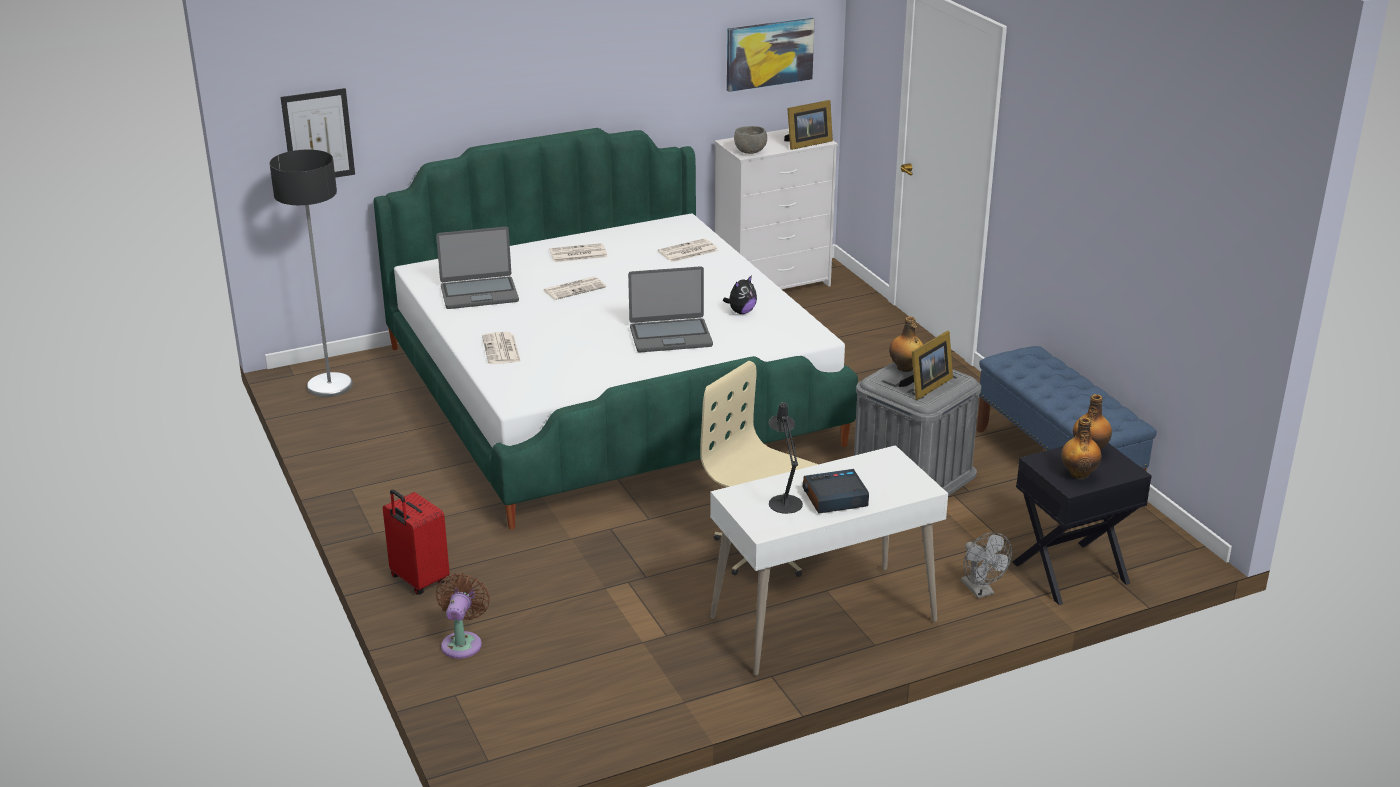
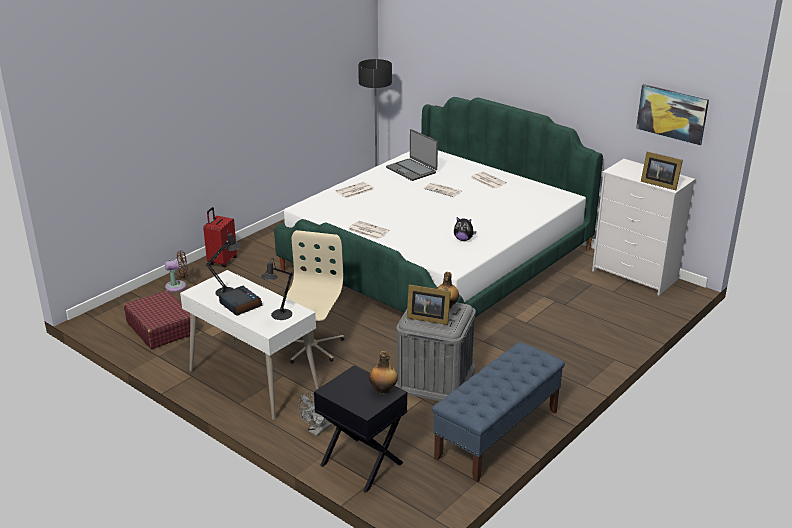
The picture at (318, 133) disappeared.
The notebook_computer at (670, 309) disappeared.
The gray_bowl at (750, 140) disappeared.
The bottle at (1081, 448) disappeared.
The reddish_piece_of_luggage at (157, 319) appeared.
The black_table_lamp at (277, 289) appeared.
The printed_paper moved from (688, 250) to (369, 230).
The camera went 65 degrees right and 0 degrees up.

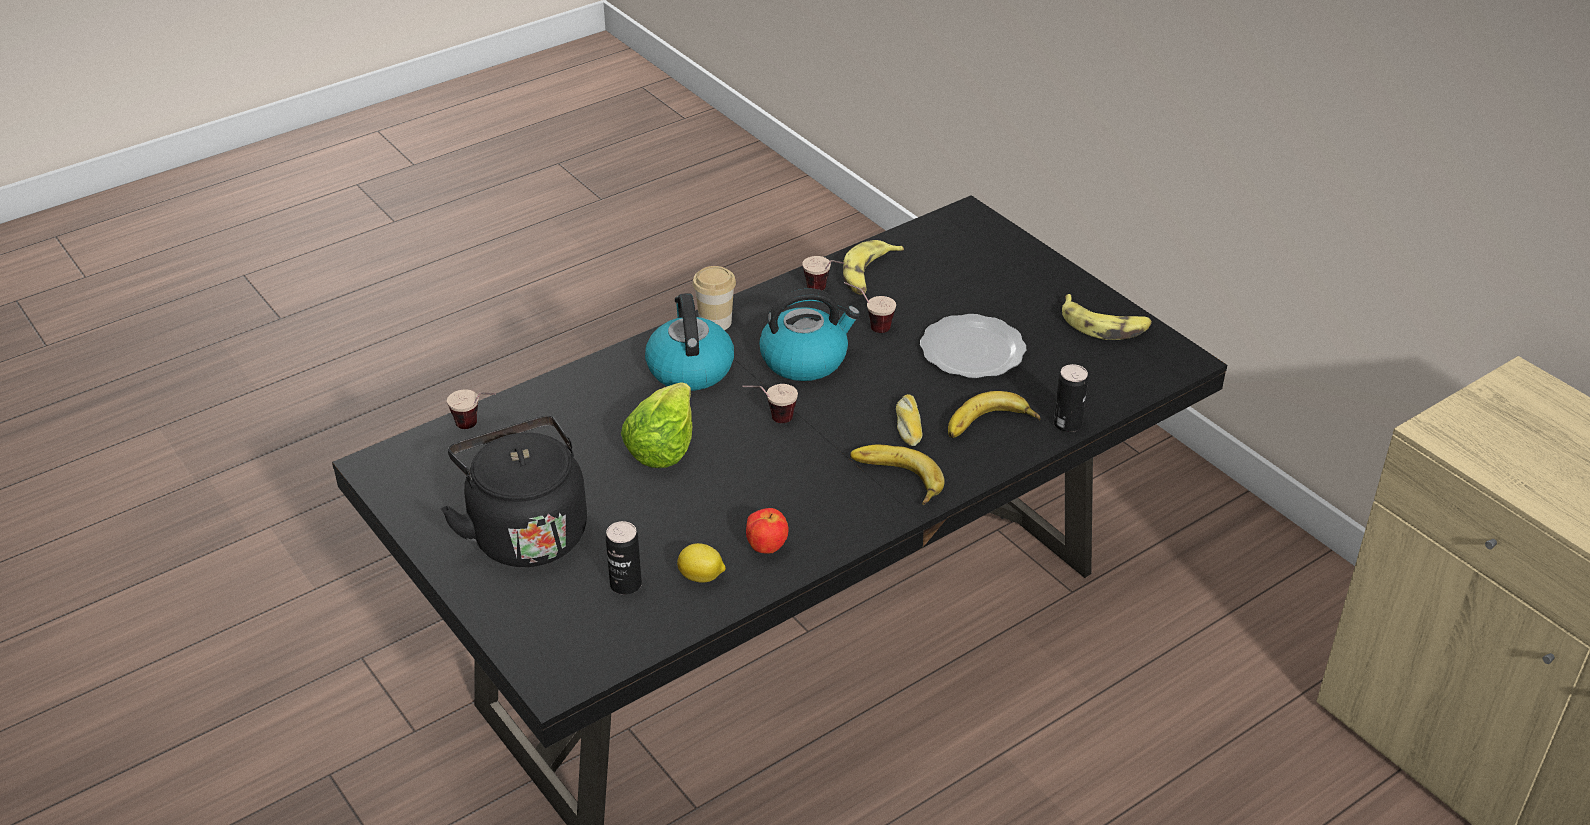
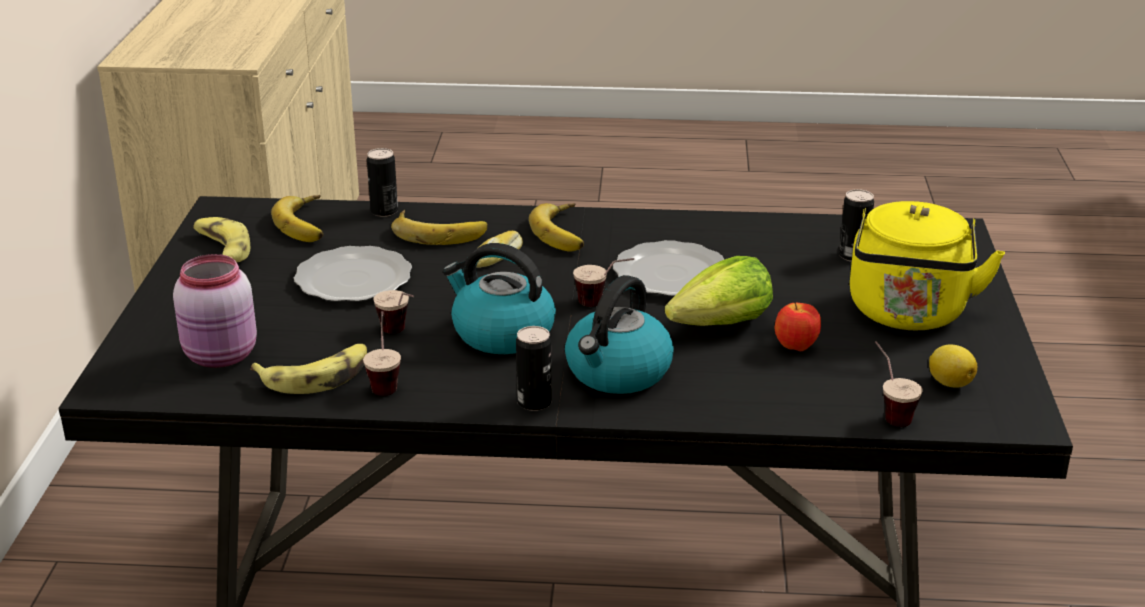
The pink-coloured_preserve_jar at (215, 311) appeared.
The whole_banana at (297, 218) appeared.
The plate at (668, 268) appeared.
The lemon moved from (701, 563) to (953, 366).
The apple moved from (767, 531) to (797, 326).
The cup at (714, 298) was replaced by the metal_can at (534, 368).
The black_tea_kettle at (514, 491) became the yellow_tea_kettle at (927, 266).
The camera went 140 degrees left and 10 degrees down.

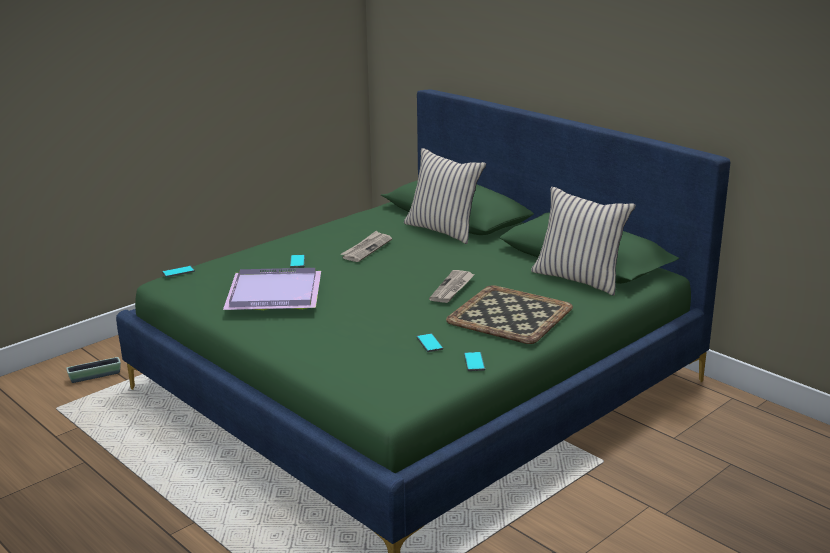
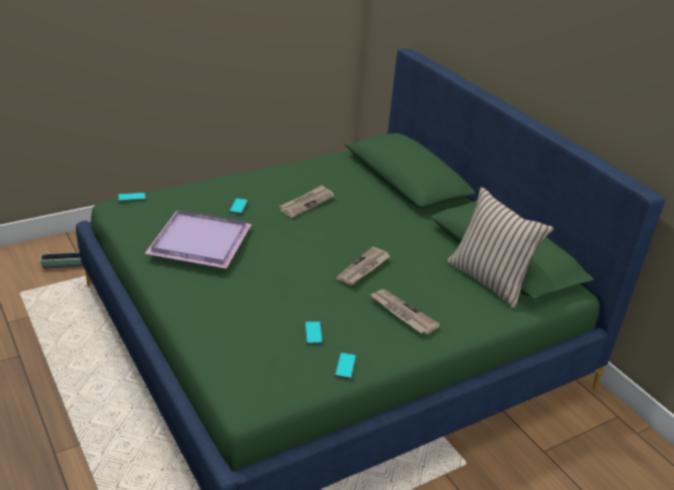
The beige-coloured_pillow at (445, 196) disappeared.
The serving_tray at (509, 314) was replaced by the printed_paper at (405, 311).
The camera went 10 degrees right and 10 degrees up.

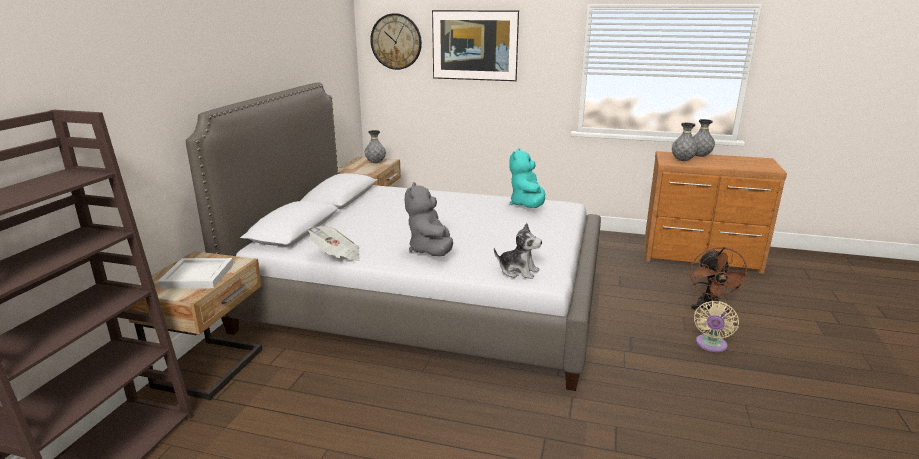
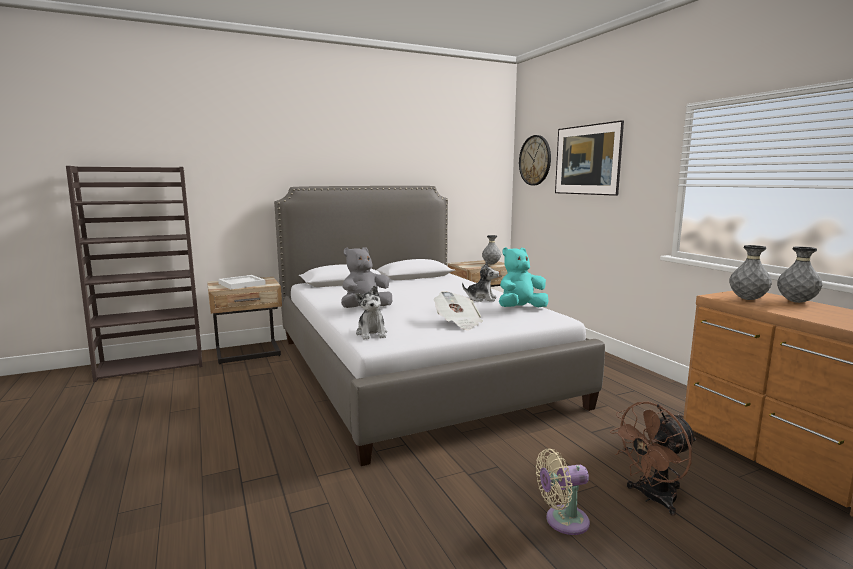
The plush_toy at (480, 281) appeared.
The printed_paper moved from (333, 243) to (458, 310).
The camera went 50 degrees right and 10 degrees down.

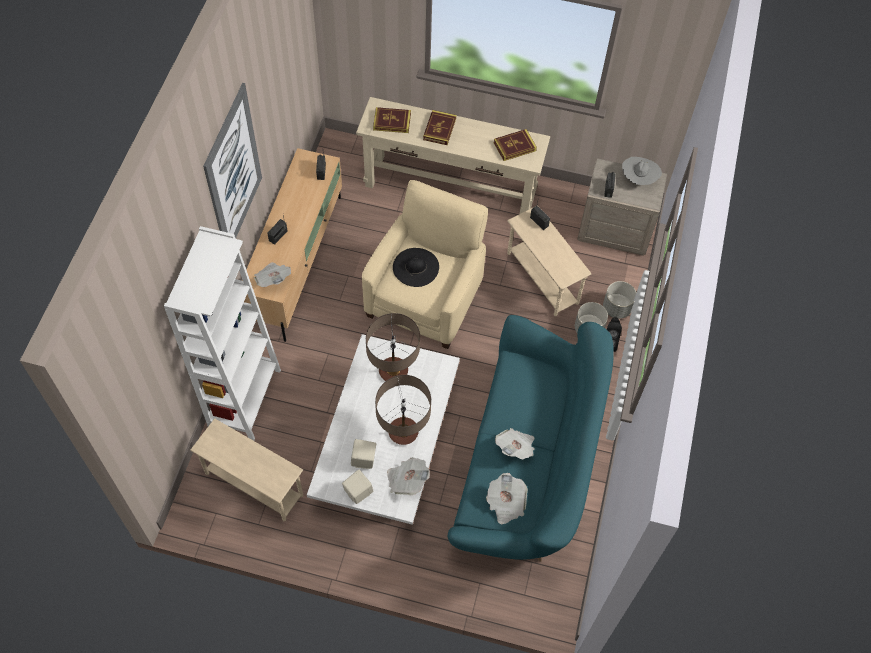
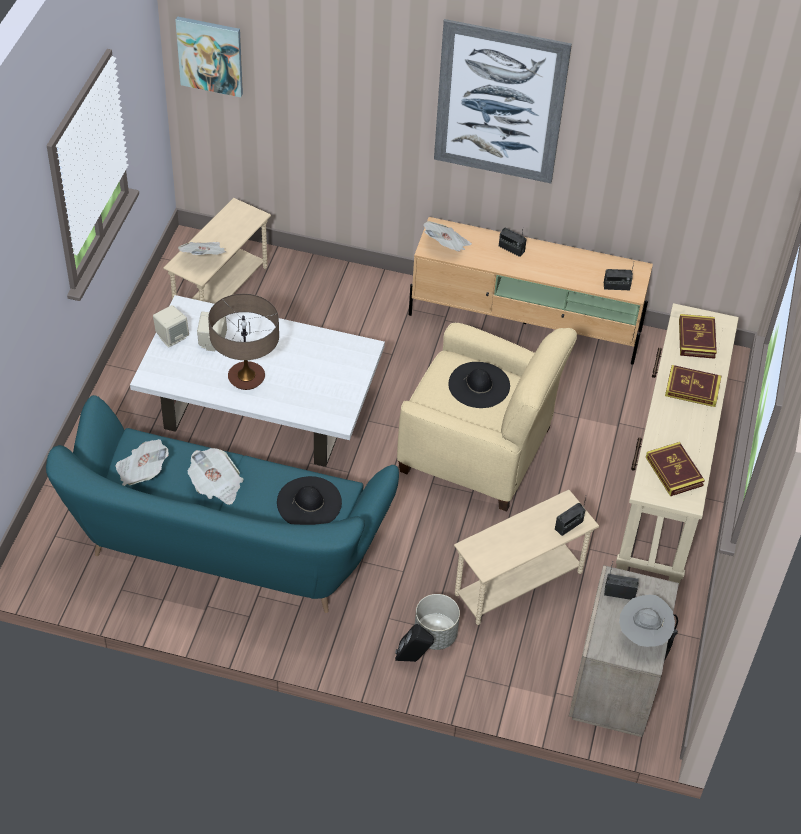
The white_bookcase at (222, 333) disappeared.
The table_lamp at (393, 347) disappeared.
The gray_planter at (619, 300) disappeared.
The picture at (209, 56) appeared.
The black_wearable_hat at (309, 500) appeared.
The printed_paper moved from (408, 476) to (202, 248).
The camera went 90 degrees right and 10 degrees down.

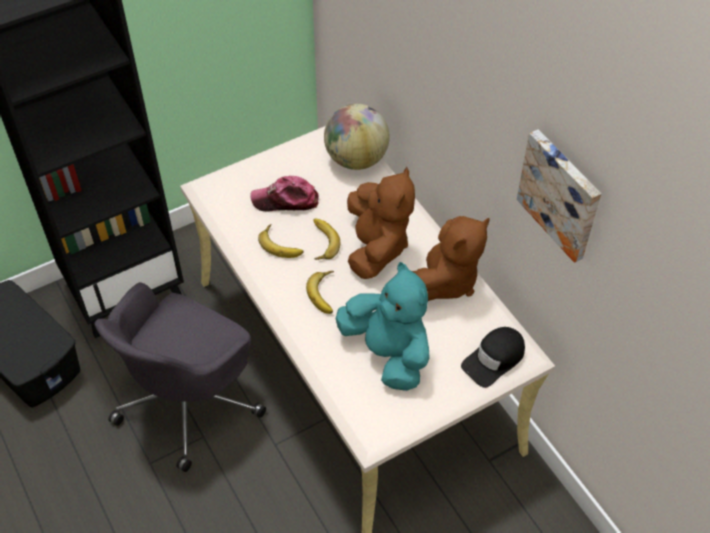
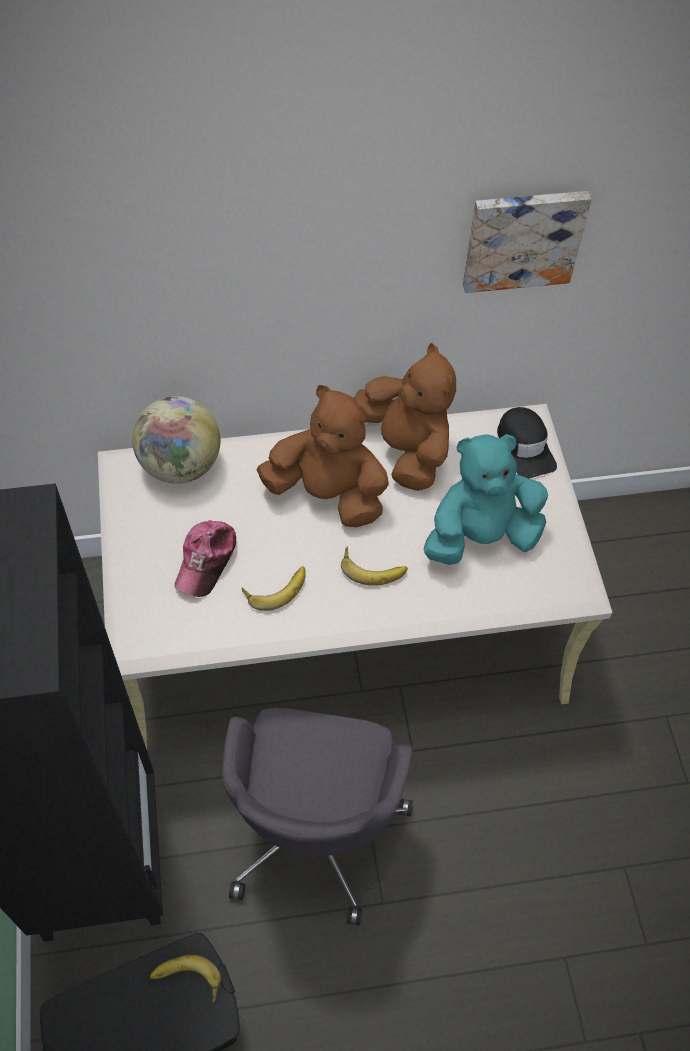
The whole_banana moved from (326, 239) to (185, 979).
The gray_desk_chair at (180, 377) turned 45 degrees clockwise.
The camera went 70 degrees left and 5 degrees up.

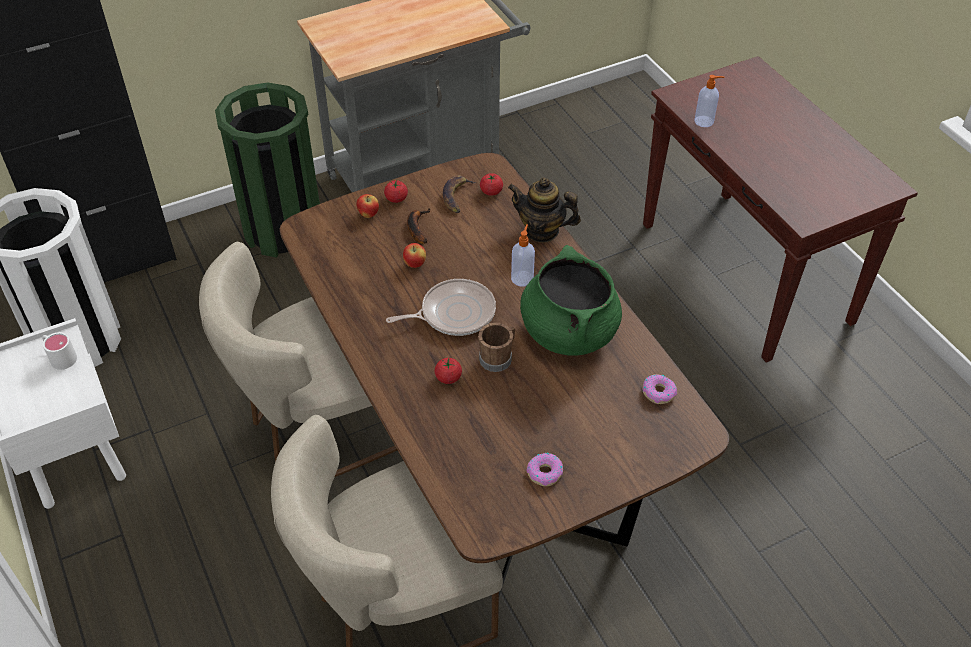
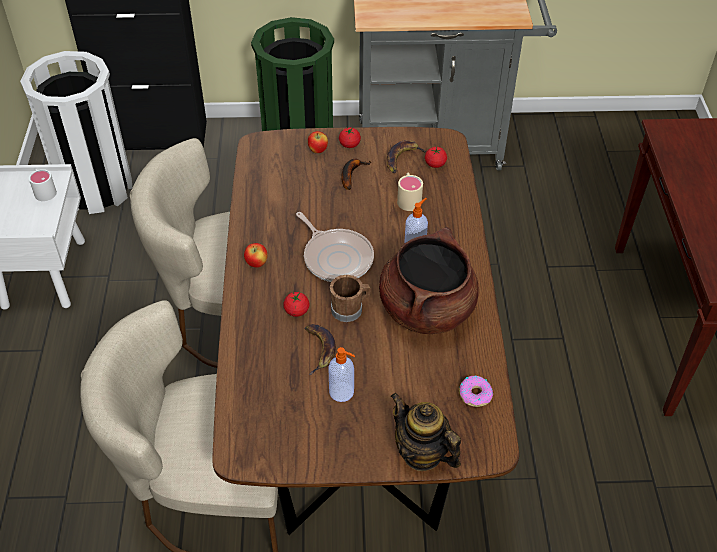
The ring_doughnut at (545, 469) disappeared.
The whole_banana at (320, 349) appeared.
The beige-coloured_tea_mug at (410, 192) appeared.
The apple moved from (414, 255) to (255, 255).
The pot_for_tea moved from (544, 210) to (426, 432).
The soap_bottle moved from (709, 101) to (341, 374).
The greenish_cooking_pot at (571, 300) became the brownish_cooking_pot at (428, 280).
The pan at (441, 307) turned 45 degrees clockwise.
The camera went 25 degrees right and 0 degrees up.

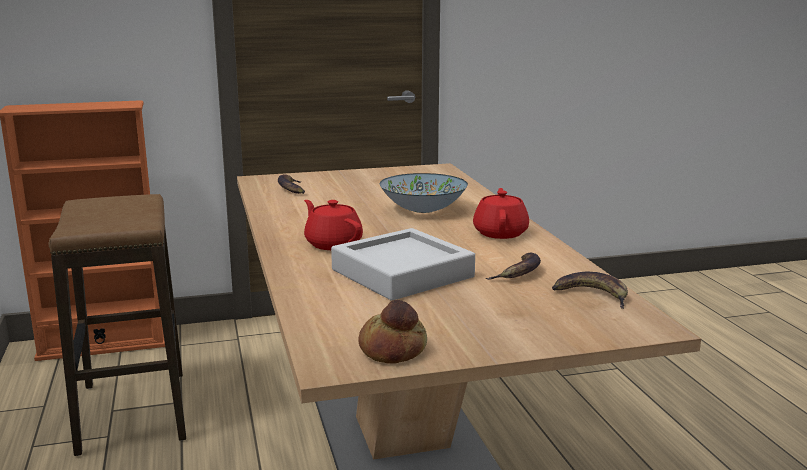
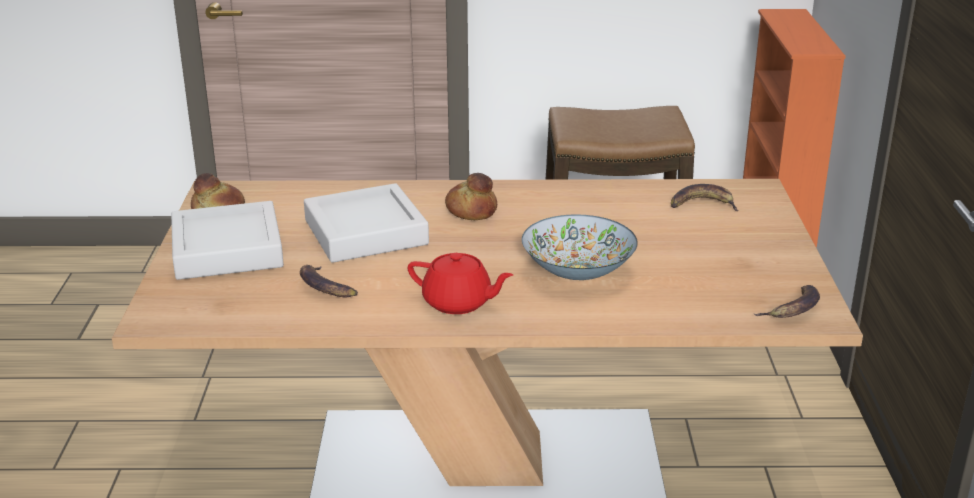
The gray_serving_tray at (227, 240) appeared.
The whole_banana moved from (590, 290) to (787, 301).
The reddish_pot_for_tea at (333, 225) was replaced by the baked_bread at (471, 196).
The camera went 105 degrees right and 10 degrees up.

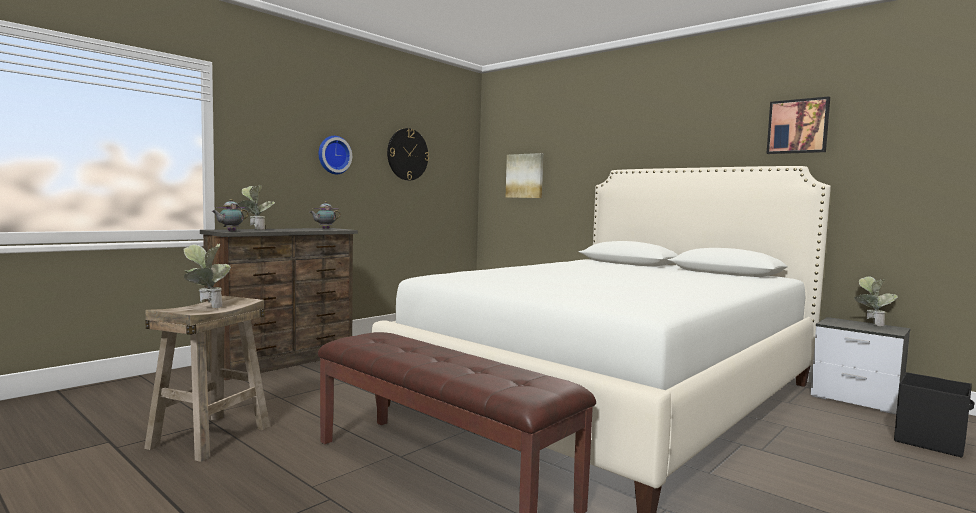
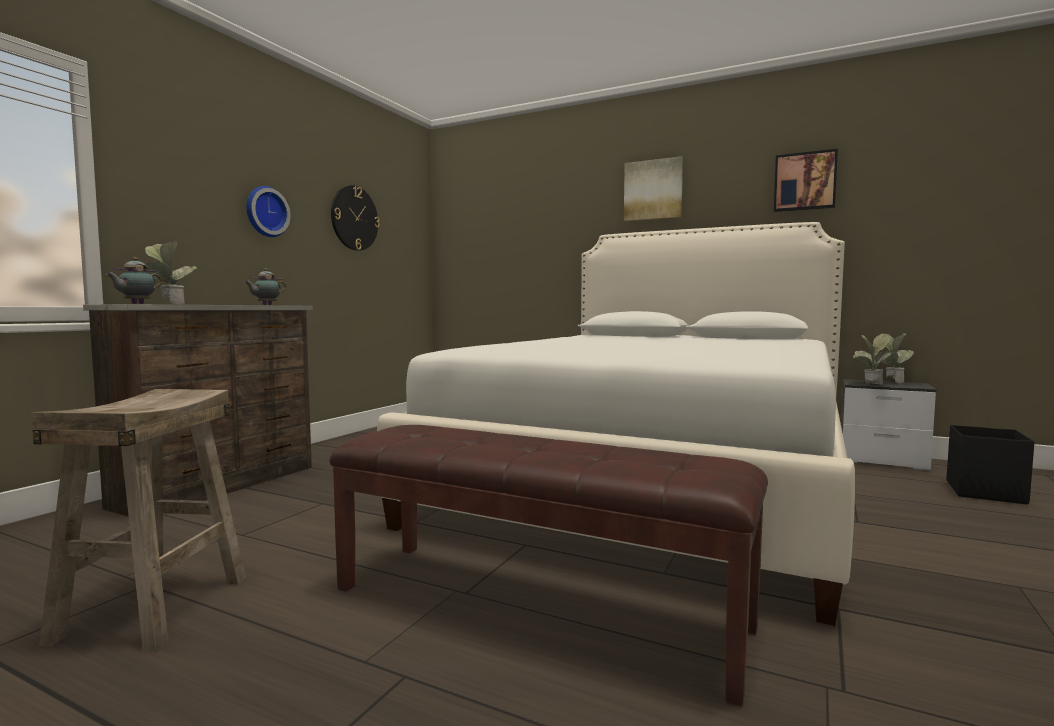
The potted_plant moved from (207, 276) to (872, 359).
The picture moved from (524, 175) to (653, 188).
The camera went 15 degrees left and 0 degrees up.

